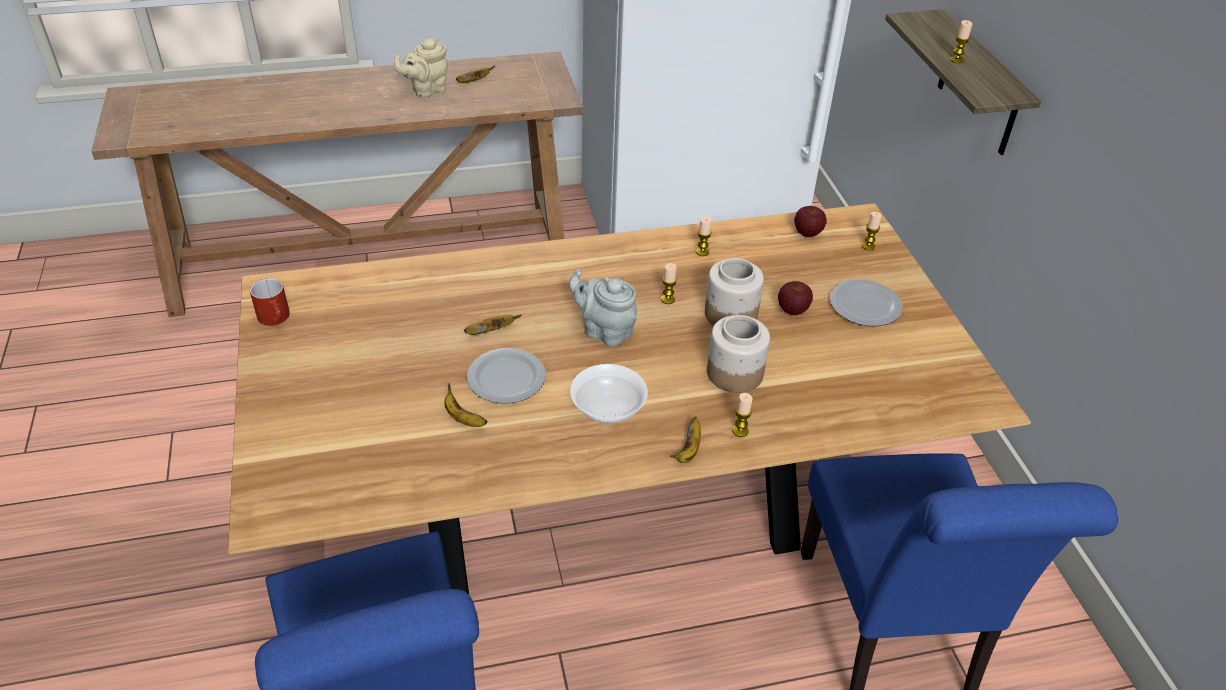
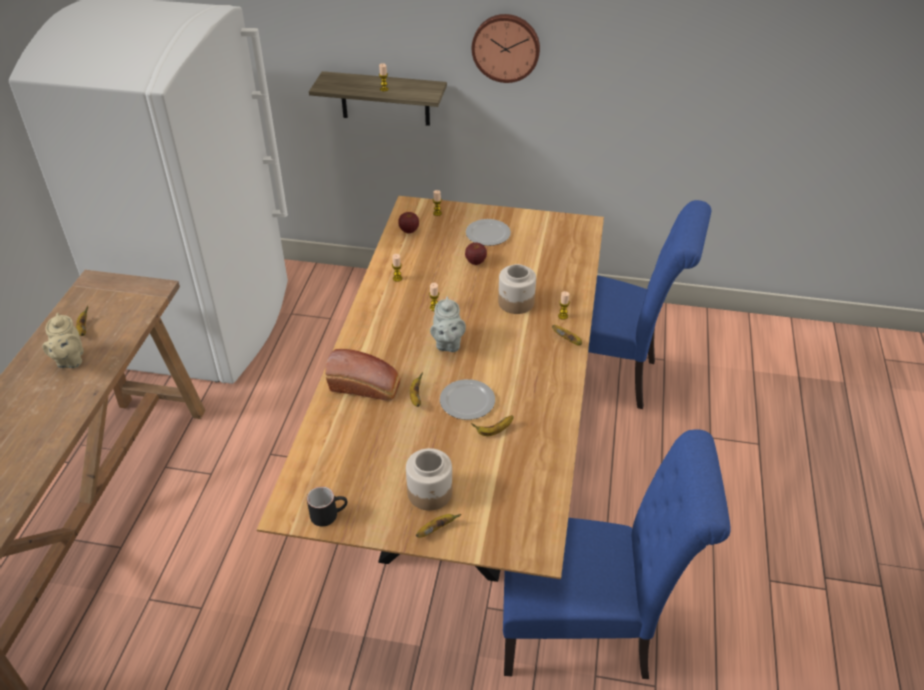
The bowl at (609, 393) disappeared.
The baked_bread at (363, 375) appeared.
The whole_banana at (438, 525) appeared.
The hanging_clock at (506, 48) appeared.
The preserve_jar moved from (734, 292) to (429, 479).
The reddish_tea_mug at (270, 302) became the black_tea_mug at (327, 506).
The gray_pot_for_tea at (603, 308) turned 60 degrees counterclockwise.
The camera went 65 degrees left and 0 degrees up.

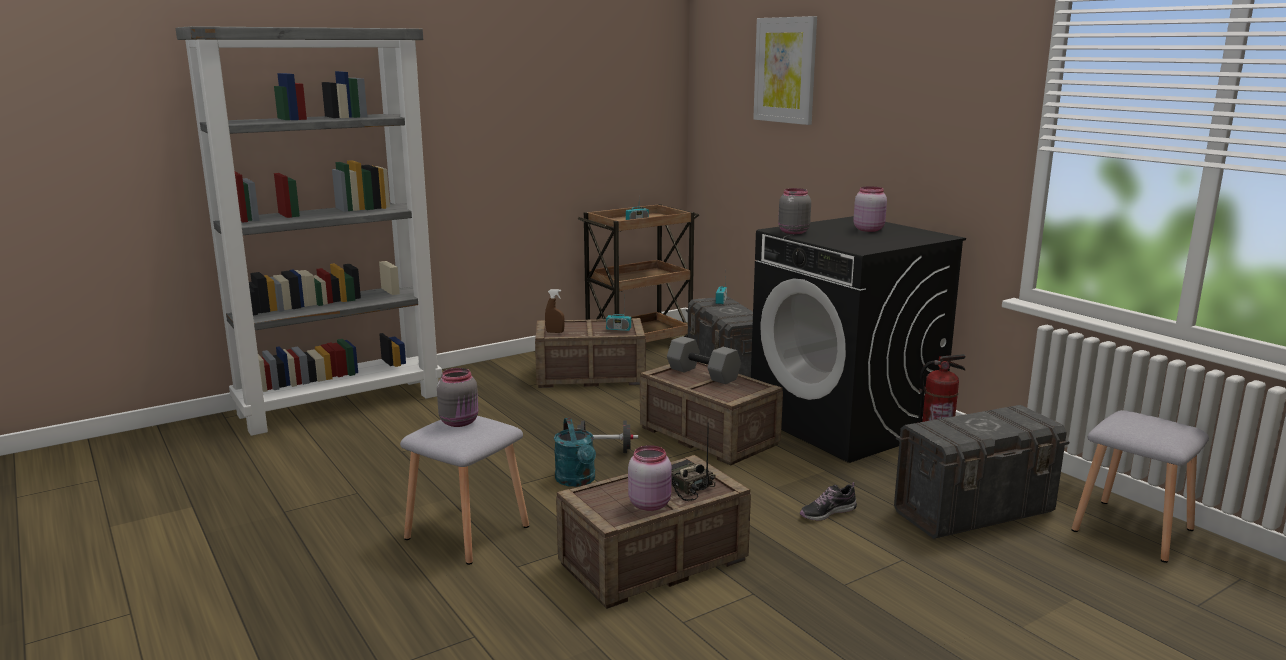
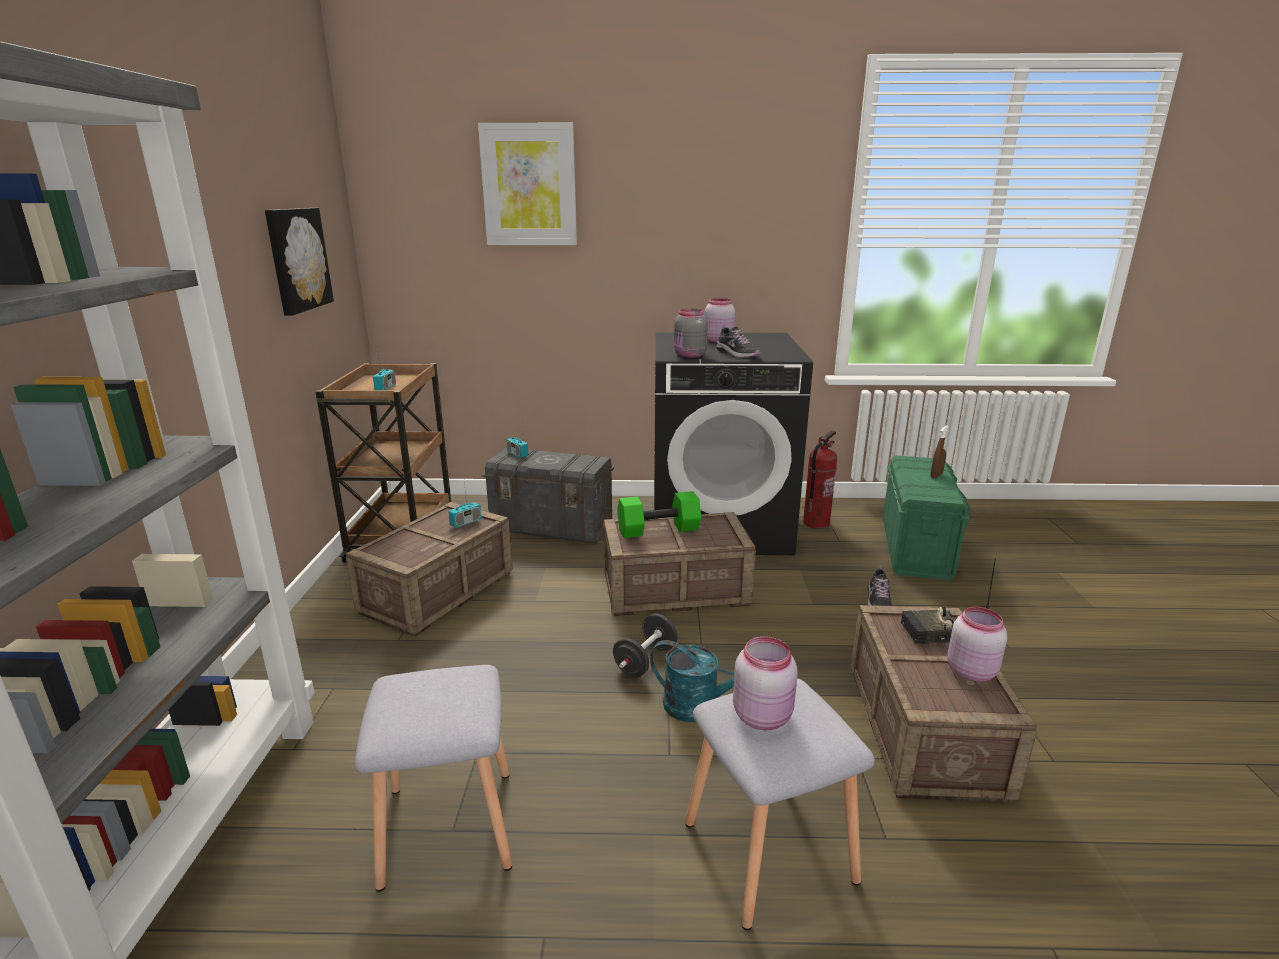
The picture at (299, 262) appeared.
The low_shoe at (738, 341) appeared.
The brownish_sprayer moved from (555, 311) to (939, 451).
The gray_sitting_stool moved from (1140, 486) to (433, 778).
The gray_preserve_jar at (457, 397) became the pink-coloured_preserve_jar at (765, 683).
The gray_free_weight at (704, 360) became the greenish_free_weight at (659, 514).
The gray_storage_box at (981, 472) became the greenish_storage_box at (927, 518).
The camera went 55 degrees left and 5 degrees up.

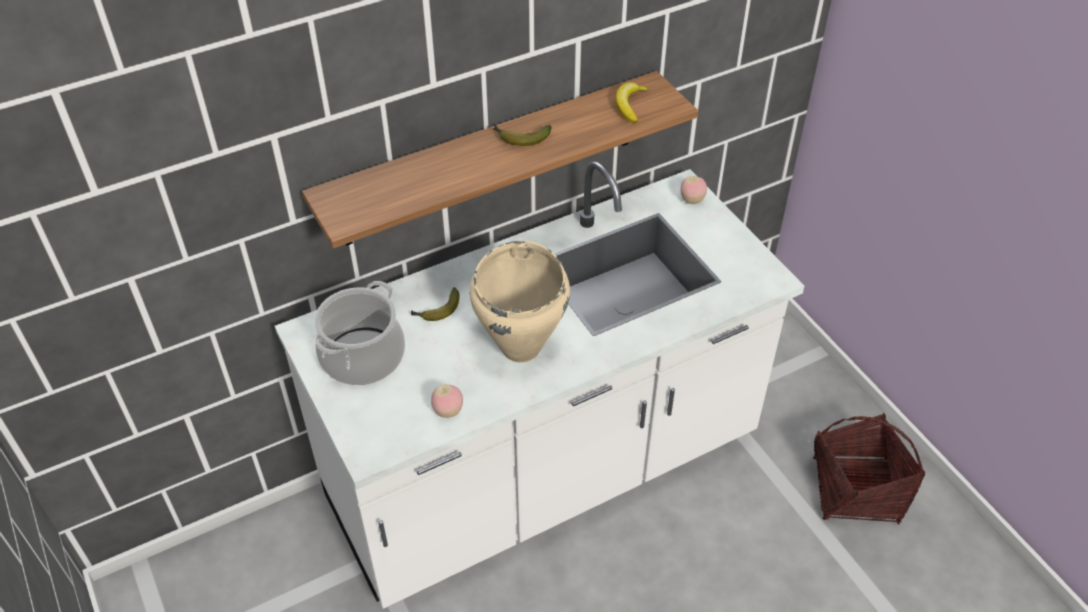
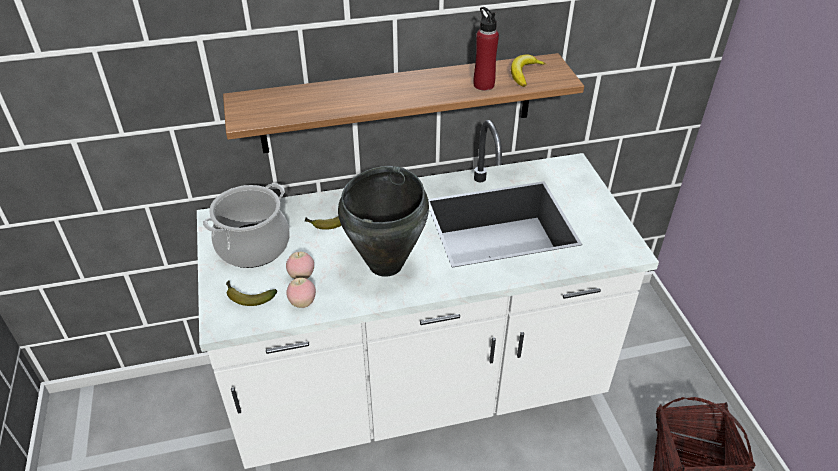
The reddish_bottle at (486, 49) appeared.
The whole_banana moved from (522, 135) to (251, 293).
The apple moved from (693, 190) to (300, 265).
The beige-coloured_cooking_pot at (519, 301) became the black_cooking_pot at (383, 221).
The camera went 15 degrees right and 5 degrees down.

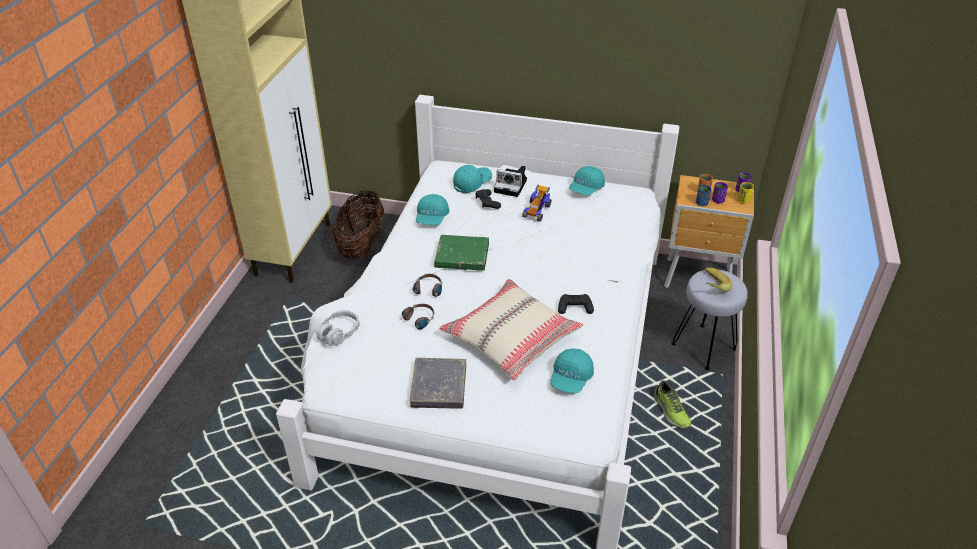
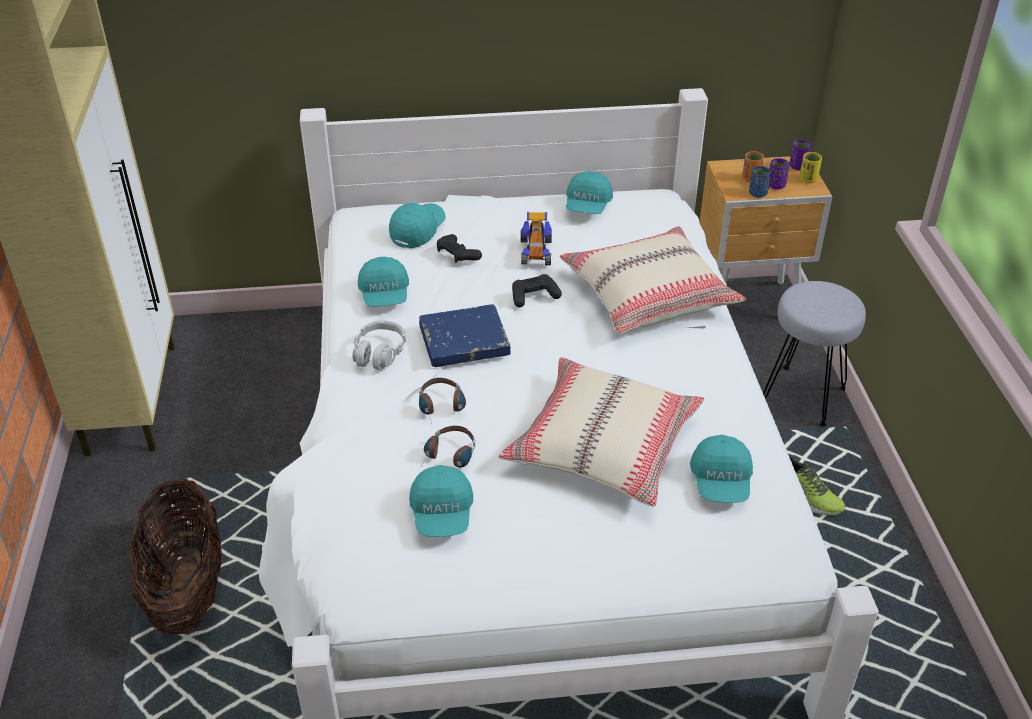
The gray_book at (438, 383) disappeared.
The photo_camera at (510, 181) disappeared.
The whole_banana at (719, 279) disappeared.
The turquoise-coloured_baseball_cap at (441, 501) appeared.
The beige-coloured_pillow at (653, 280) appeared.
The gray_headphones moved from (338, 328) to (379, 345).
The storage_basket moved from (358, 224) to (175, 557).
The black_joypad moved from (576, 304) to (537, 290).
The greenish_book at (461, 253) became the blue_book at (465, 335).
The camera went 20 degrees left and 0 degrees up.

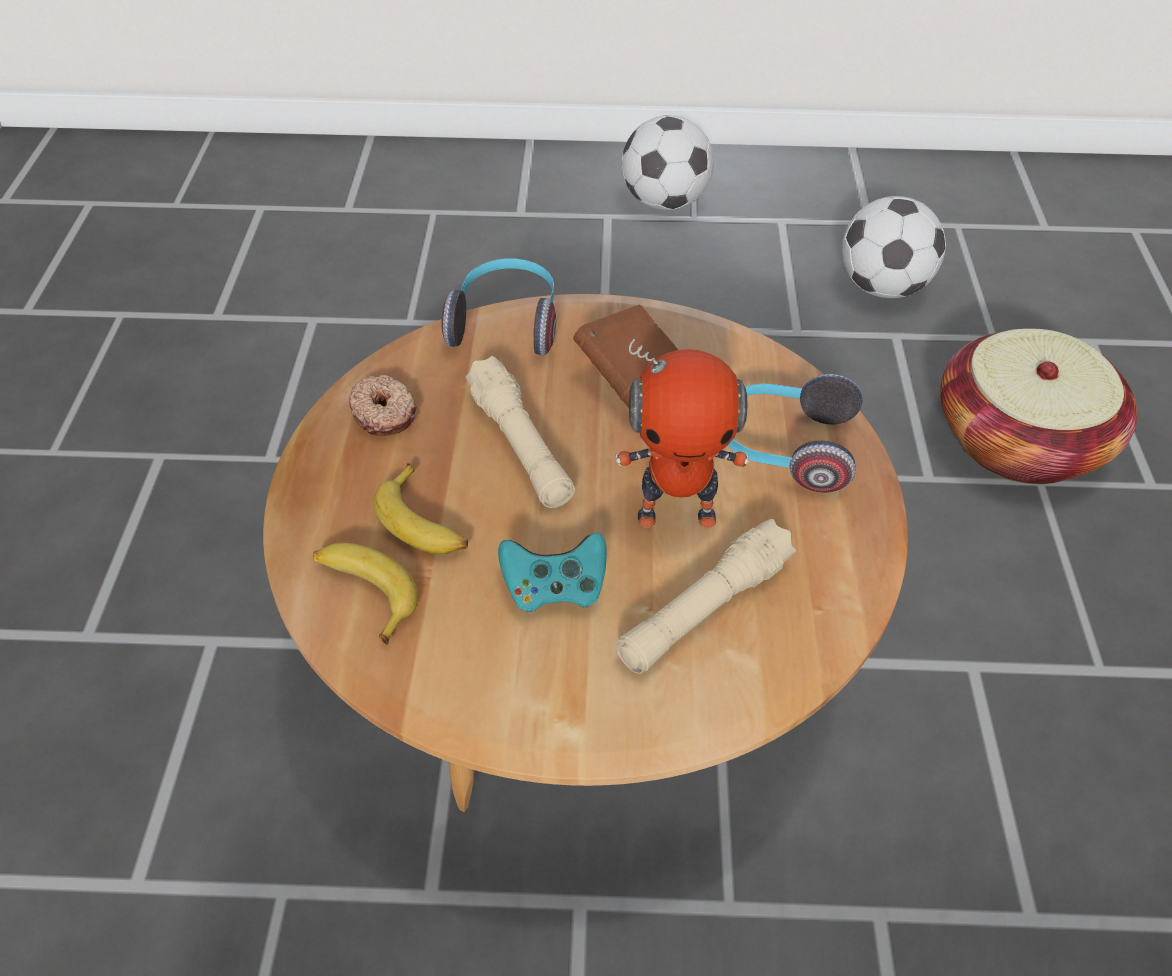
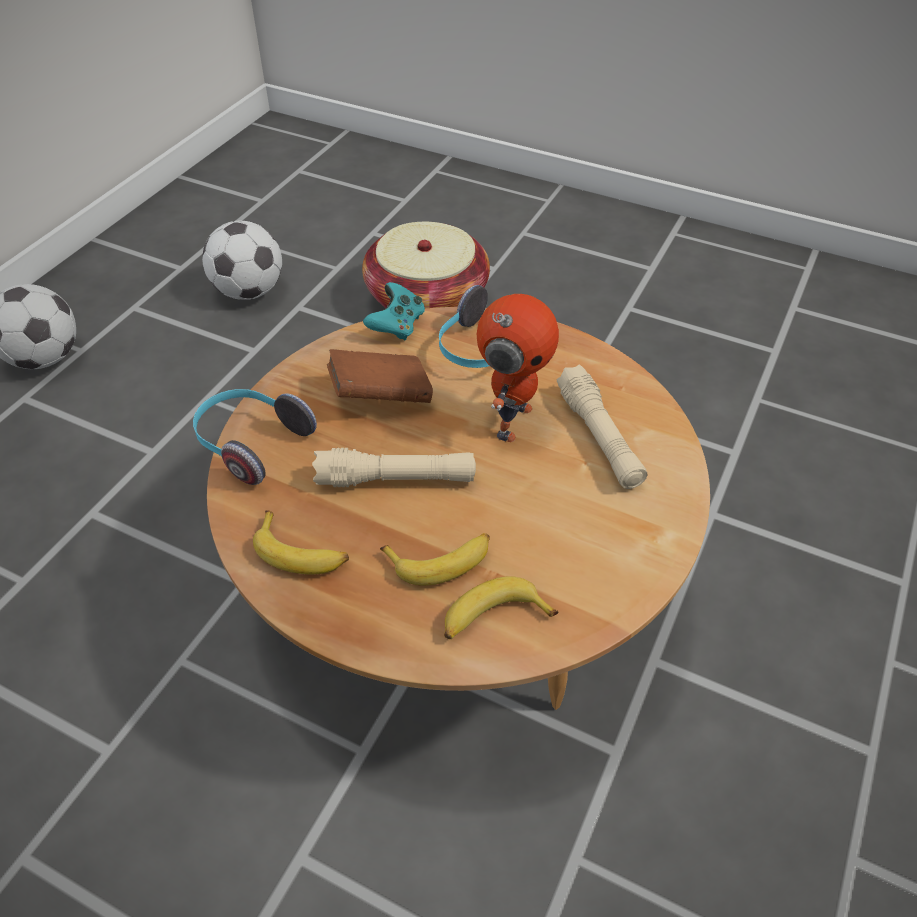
The turquoise-coloured_joypad moved from (552, 572) to (394, 311).
The ring_doughnut at (383, 405) was replaced by the whole_banana at (301, 542).
The camera went 65 degrees left and 0 degrees up.

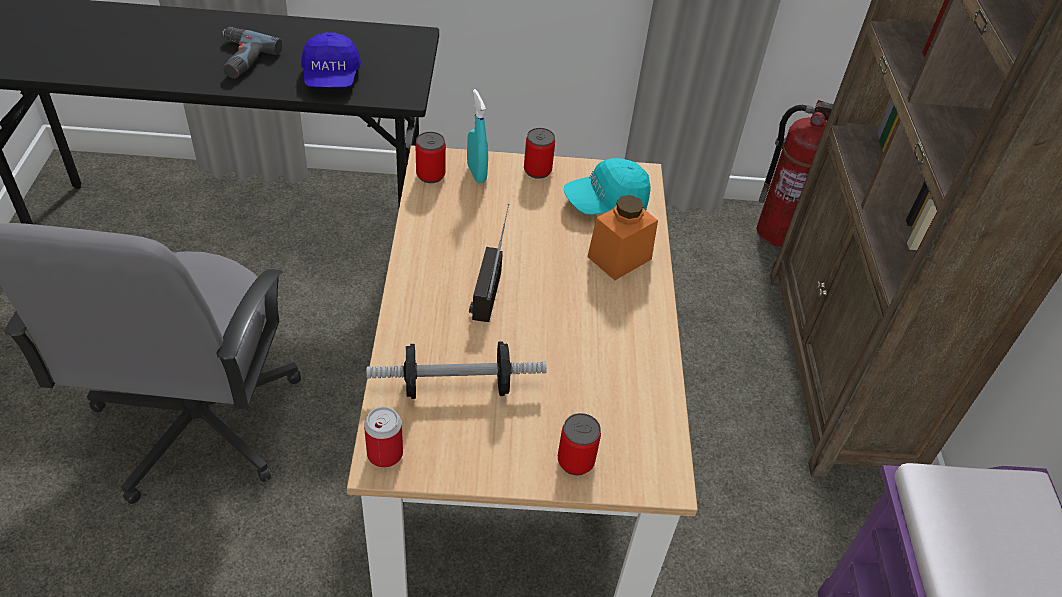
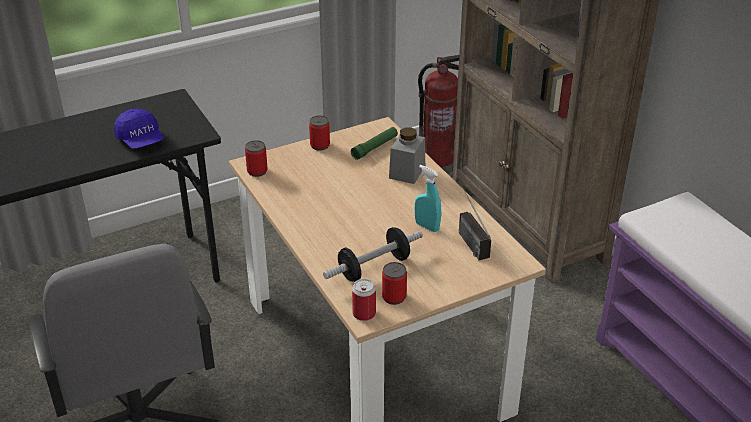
The electric_drill at (253, 53) disappeared.
The turquoise-coloured_sprayer moved from (477, 136) to (428, 198).
The radio_set moved from (489, 263) to (475, 221).
The metal_can moved from (579, 444) to (394, 283).
The turquoise-coloured_baseball_cap at (607, 186) was replaced by the greenish_hand_torch at (374, 143).
The orange-coloured_preserve_jar at (622, 237) became the gray_preserve_jar at (407, 155).
The camera went 25 degrees left and 10 degrees down.

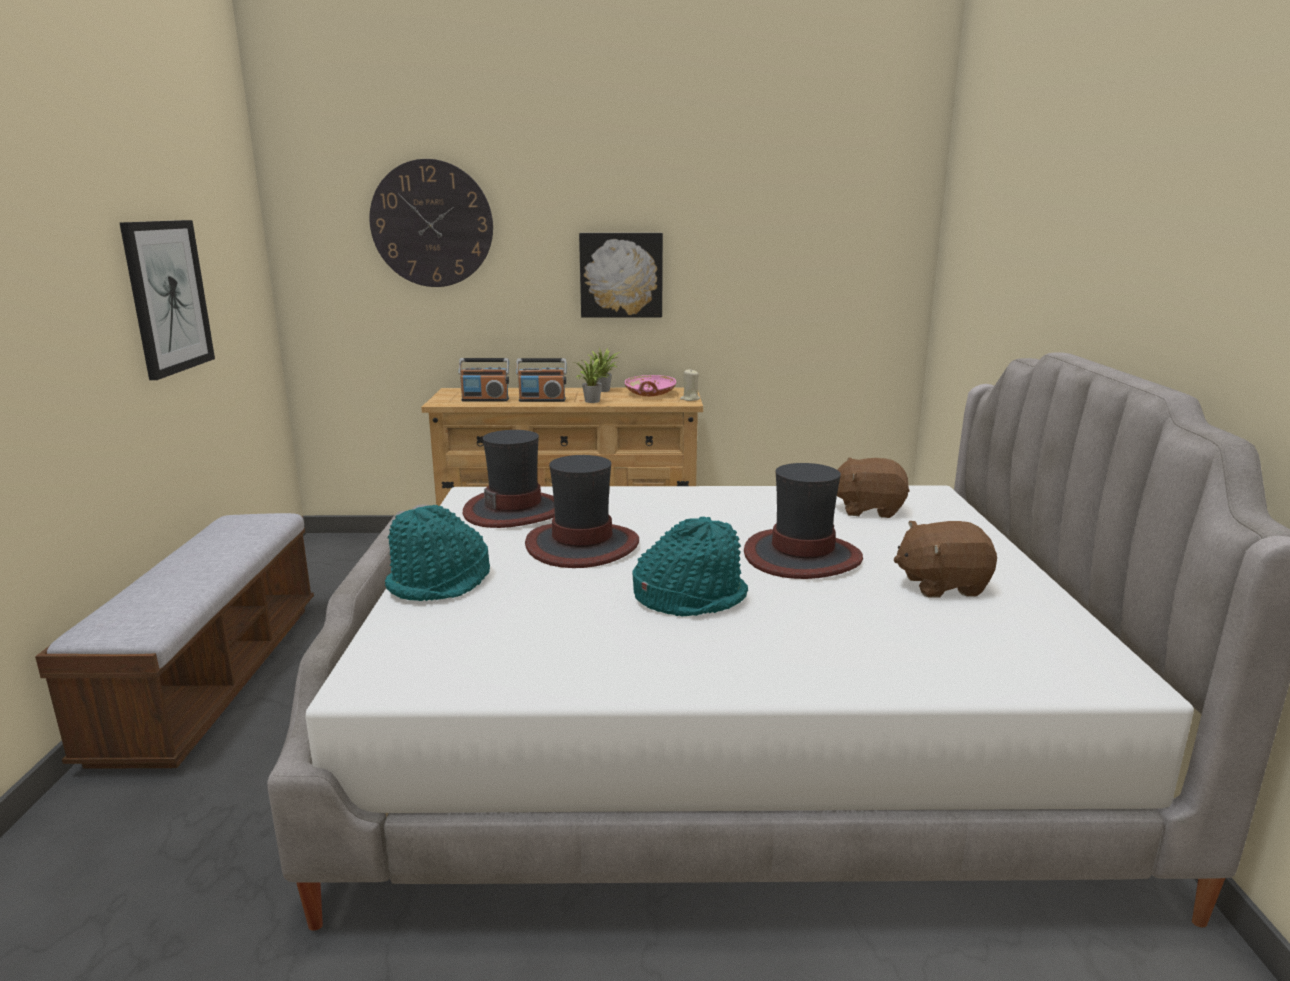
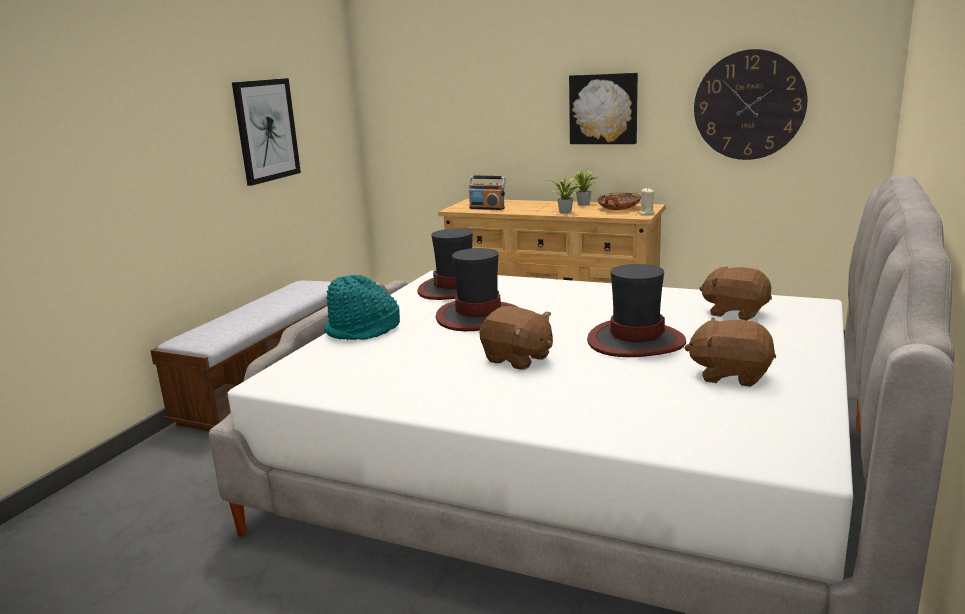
The radio_set at (541, 380) disappeared.
The hanging_clock moved from (431, 223) to (750, 104).
The turquoise-coloured_wearable_hat at (690, 567) was replaced by the brownish_plush_toy at (516, 338).
The pink-coloured_bowl at (650, 385) became the brownish_bowl at (619, 201).
The camera went 25 degrees right and 0 degrees up.

